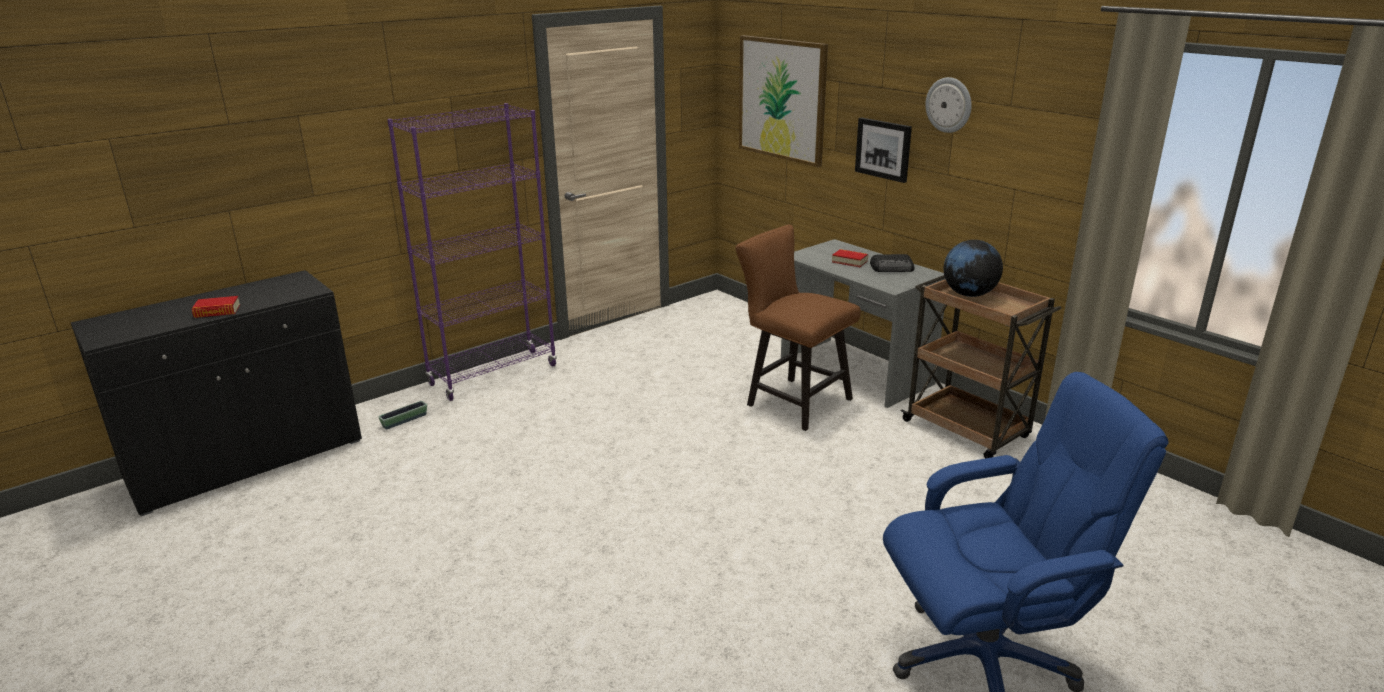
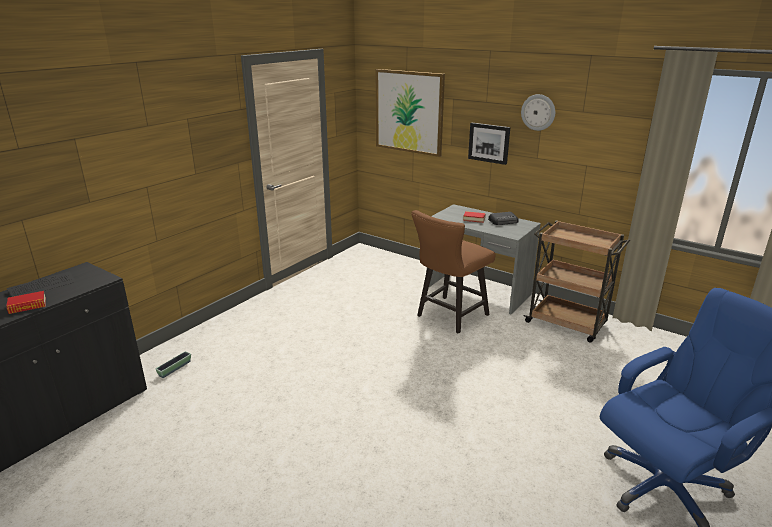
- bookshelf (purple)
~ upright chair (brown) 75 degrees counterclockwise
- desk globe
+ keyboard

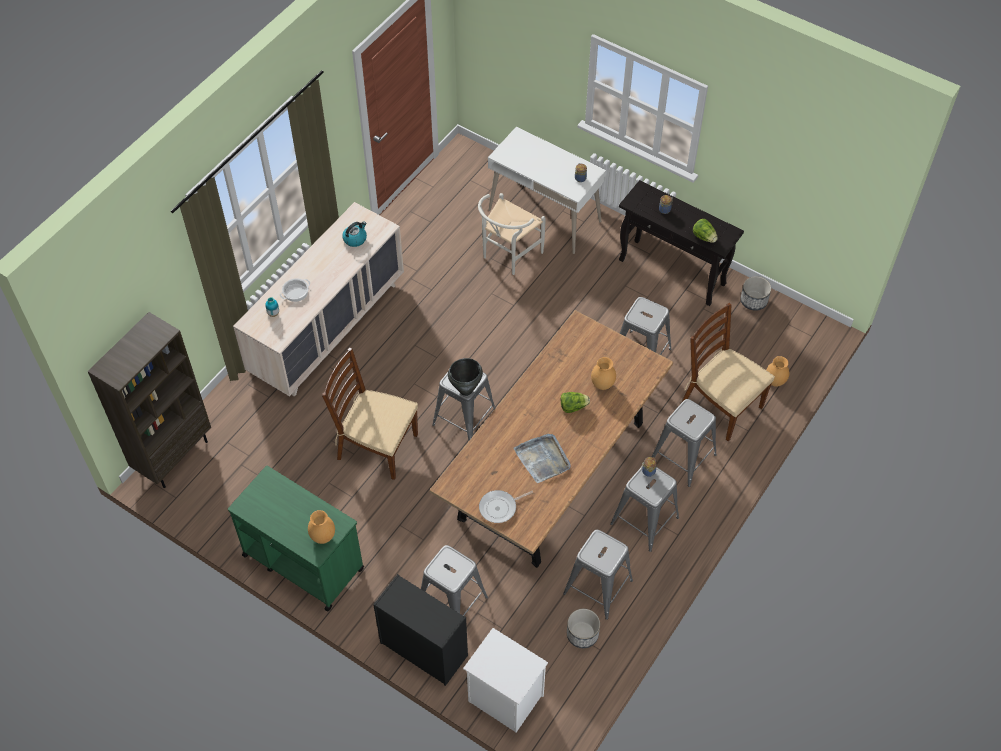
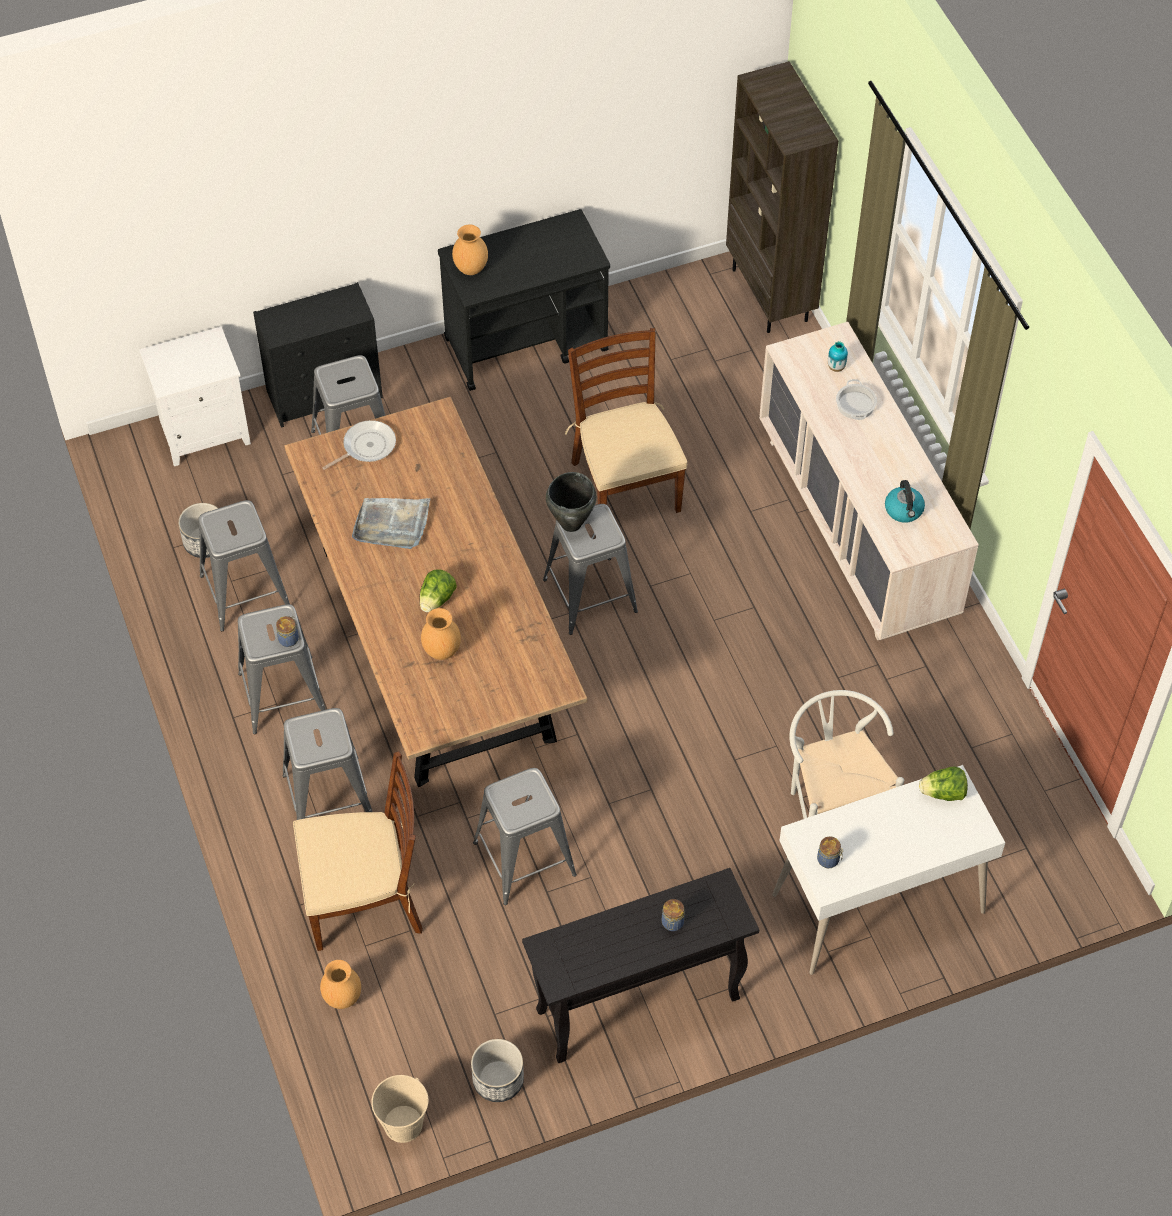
~ lettuce (2nd from left)
~ upright chair (brown) (1st from left in the first image) 75 degrees counterclockwise
~ cart (greenish) to cart (blackish)
~ pan 45 degrees clockwise
+ water bucket (beige)

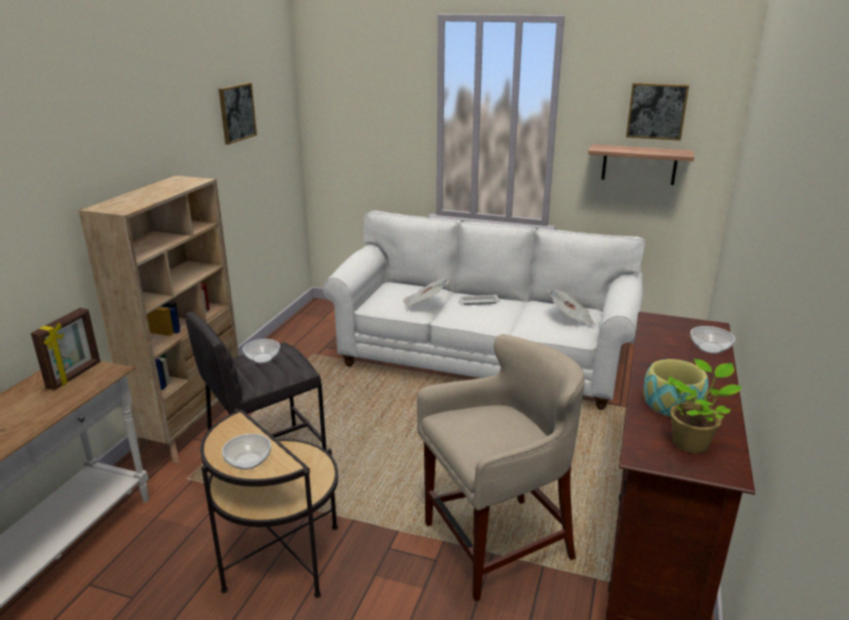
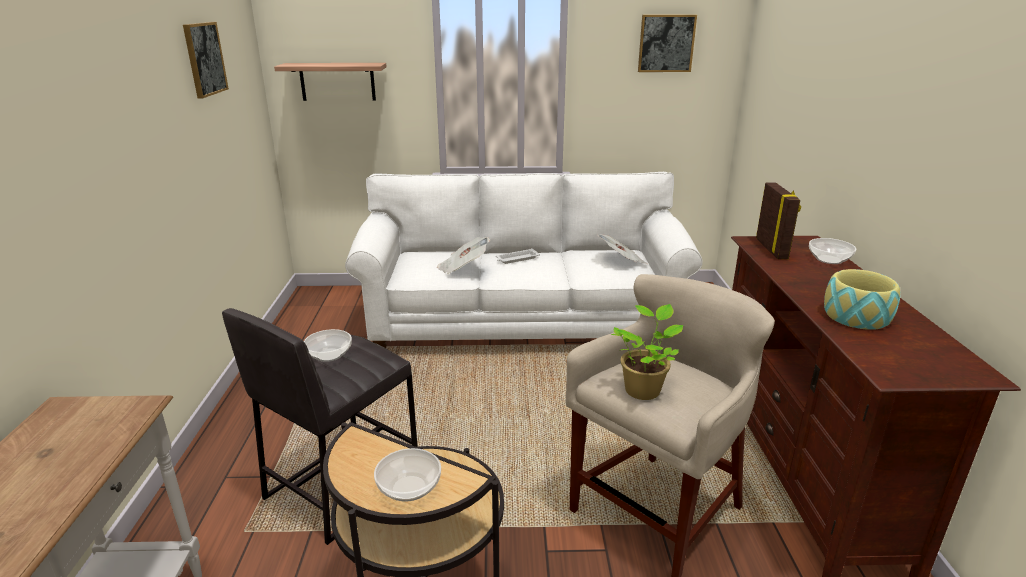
~ bracket shelf
- bookshelf (beige)
~ photo frame
~ plant in a pot

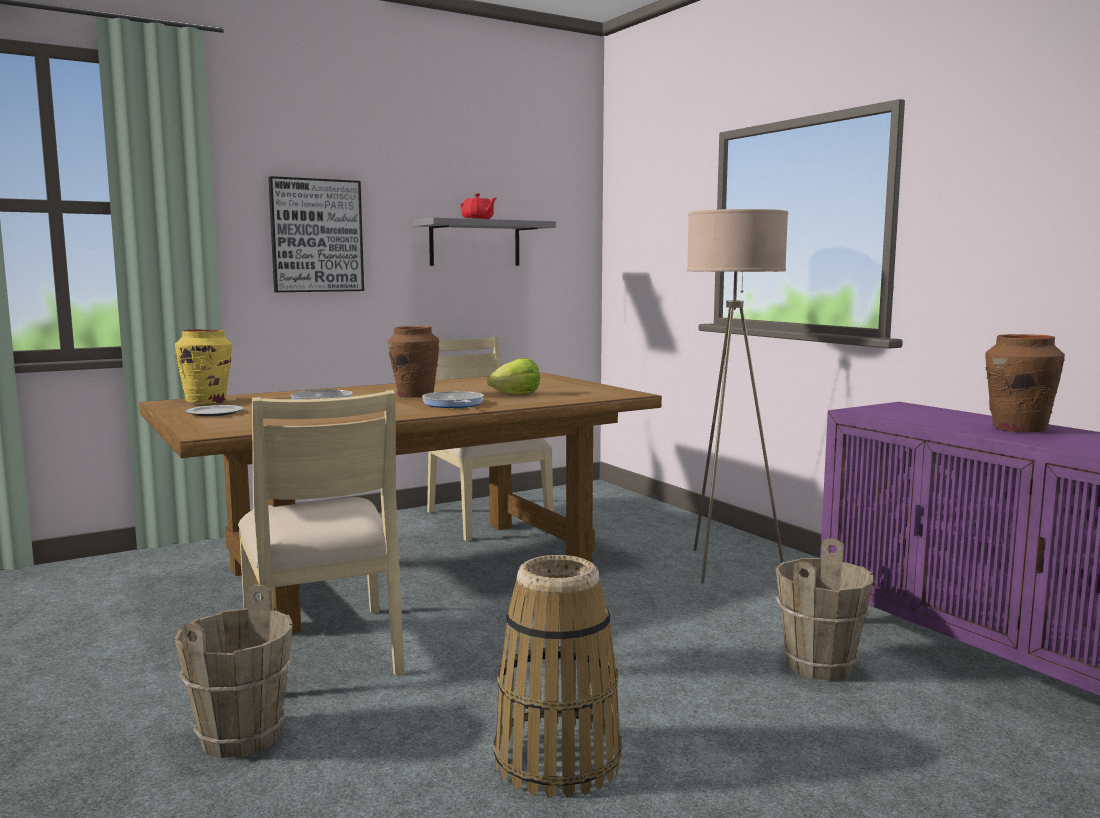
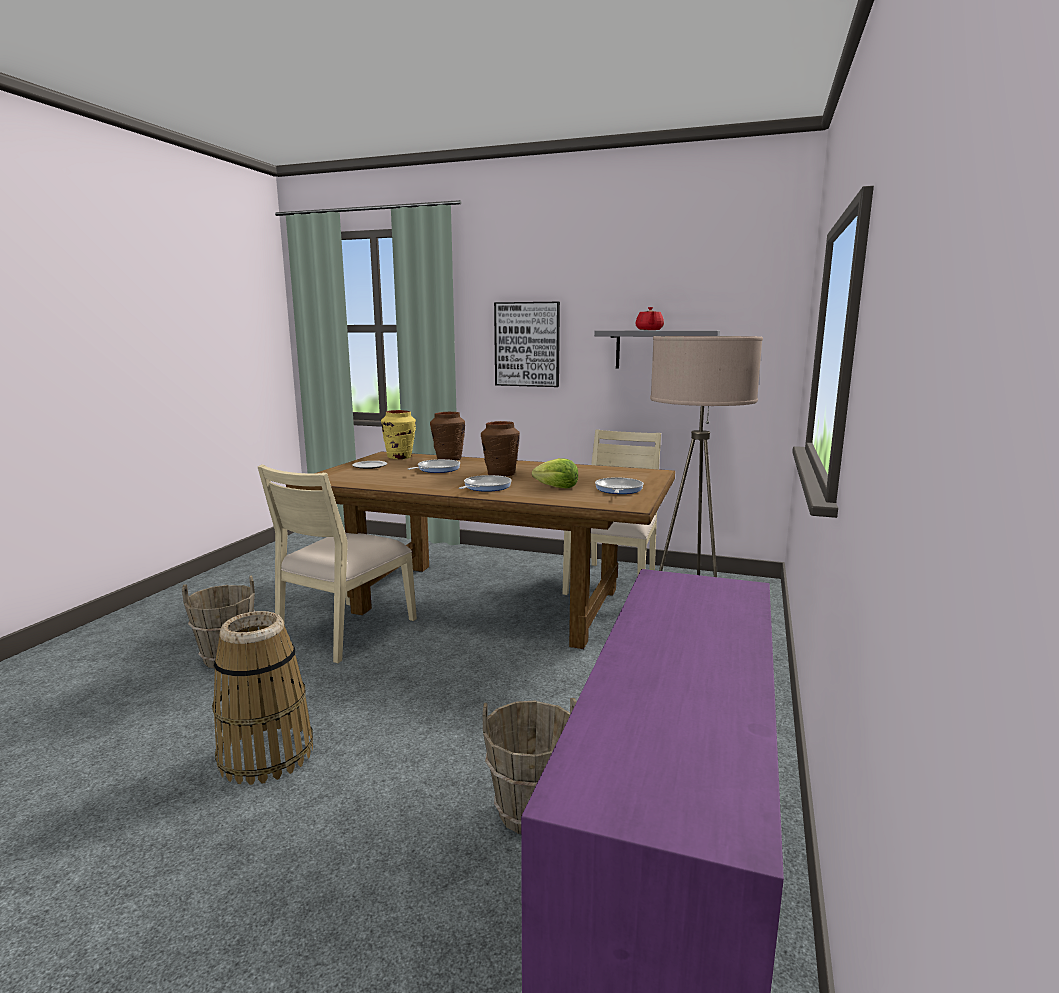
~ vase (brown) (2nd from left in the first image) to vase (brown) (1st from left)
+ pan (3rd from left)

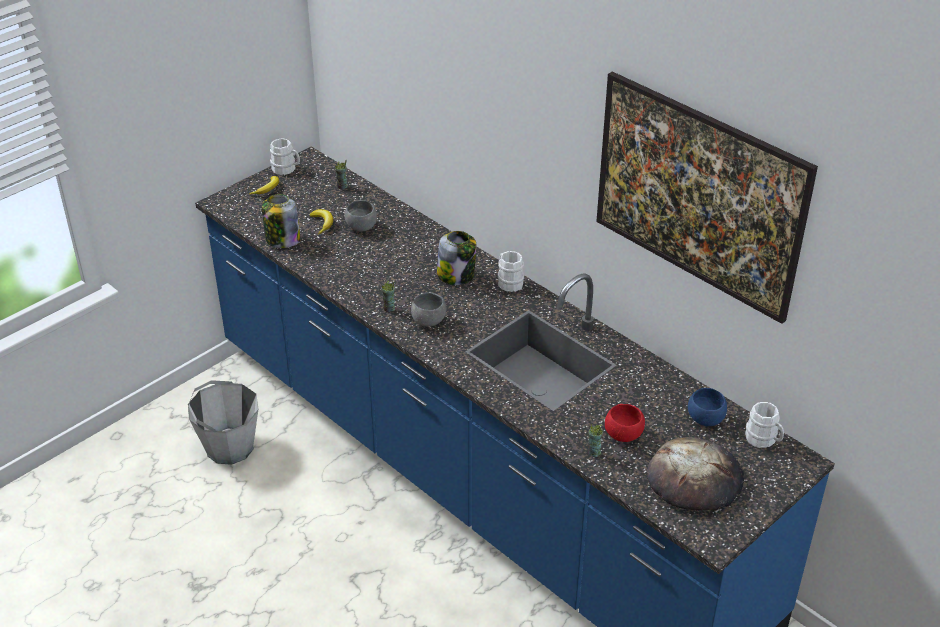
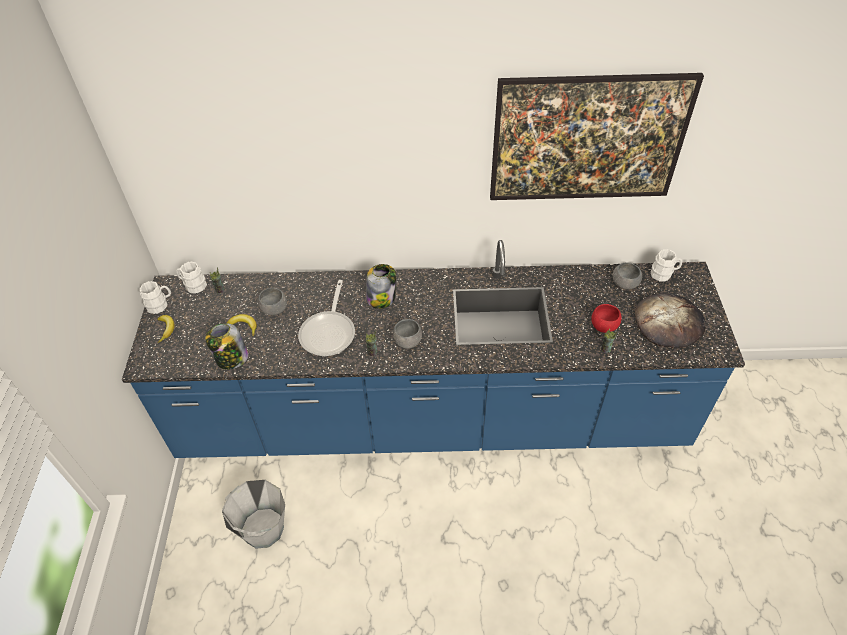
~ mug (white) (2nd from left)
~ serving bowl (blue) to serving bowl (gray) (3rd from left)
+ pan

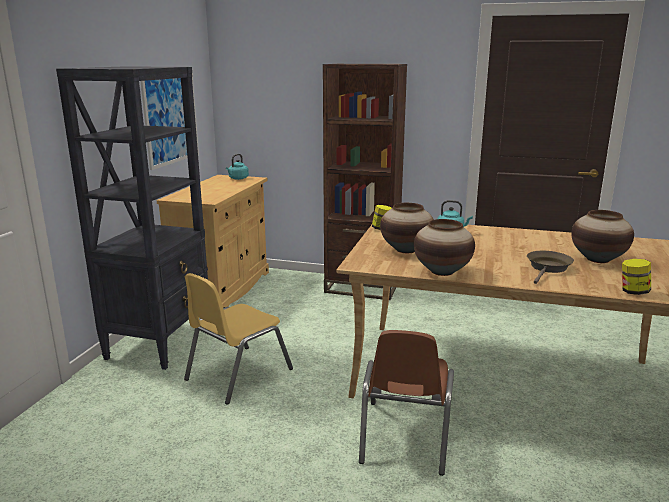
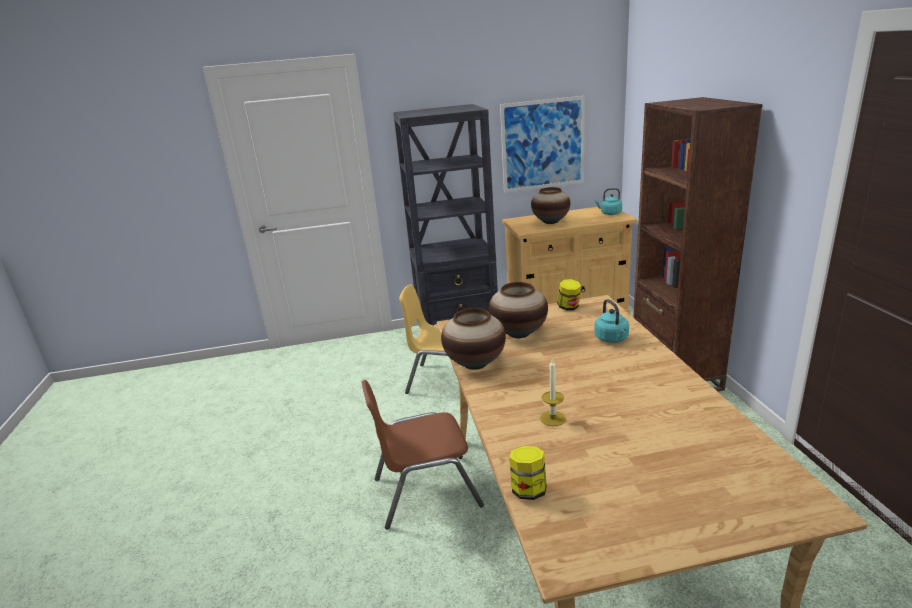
~ vase (3rd from left)
~ pan (brown) to wax light

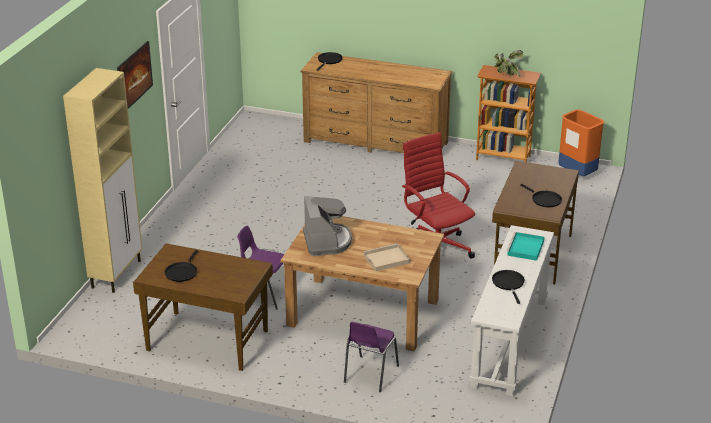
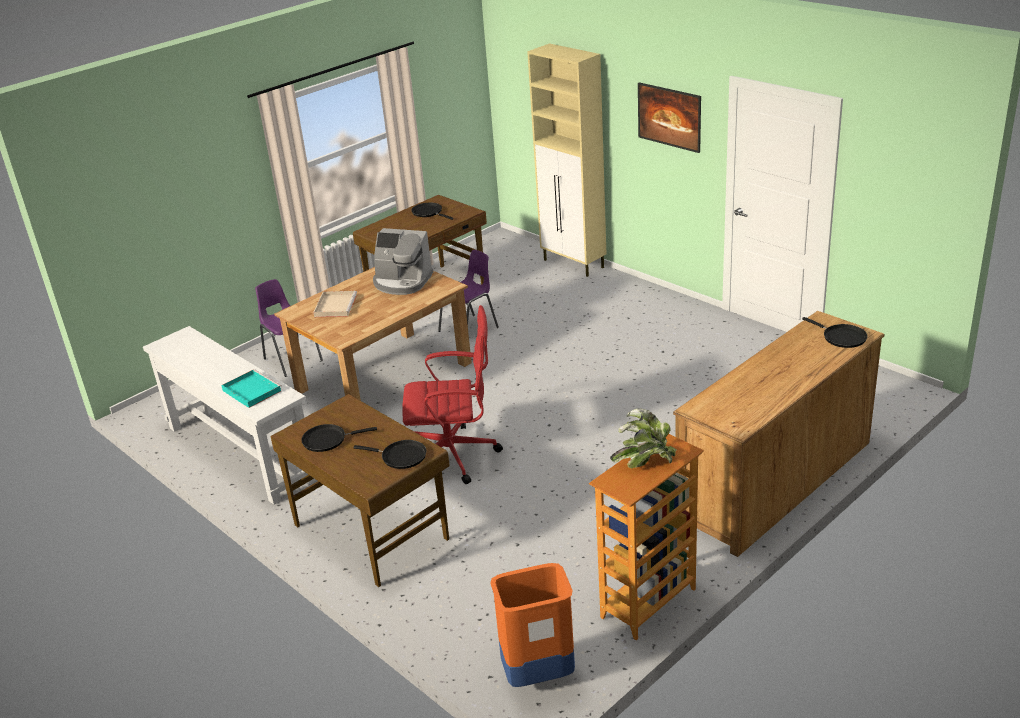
~ pan (blackish) (3rd from left in the first image) to pan (blackish) (2nd from left)

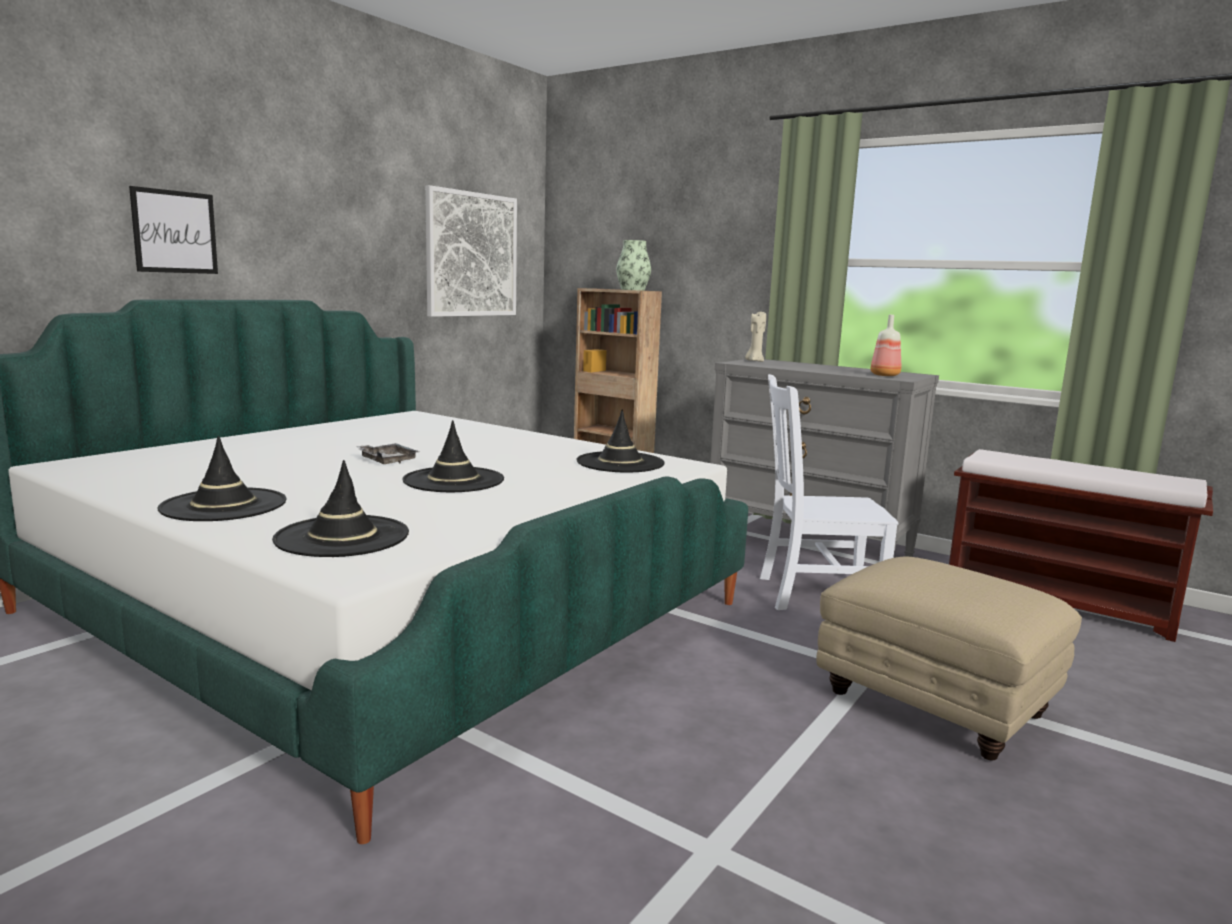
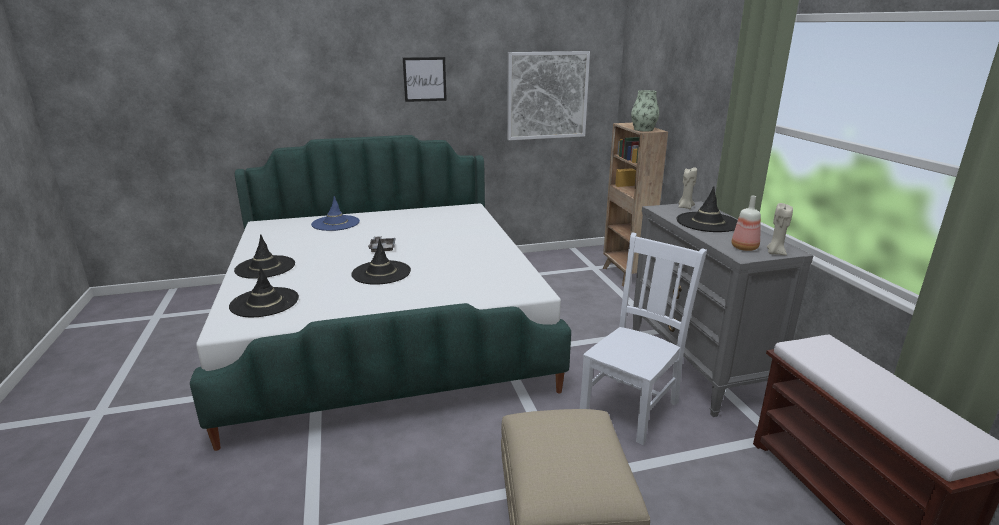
~ wall picture (1st from left)
~ upright chair (white) 90 degrees clockwise
~ hat (blackish) (4th from left)
+ hat (blue)
+ wax light (beige) (2nd from left)

